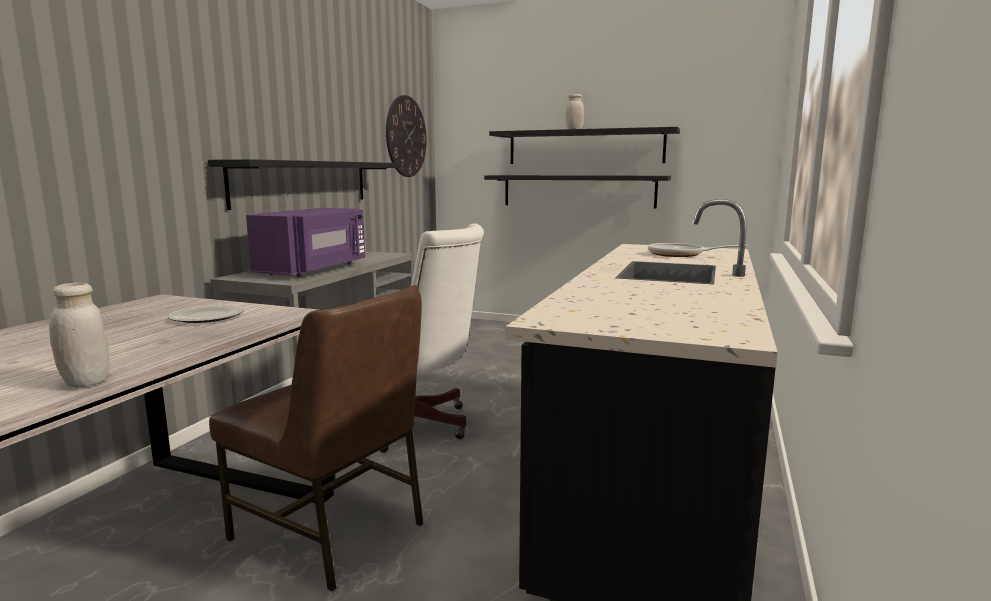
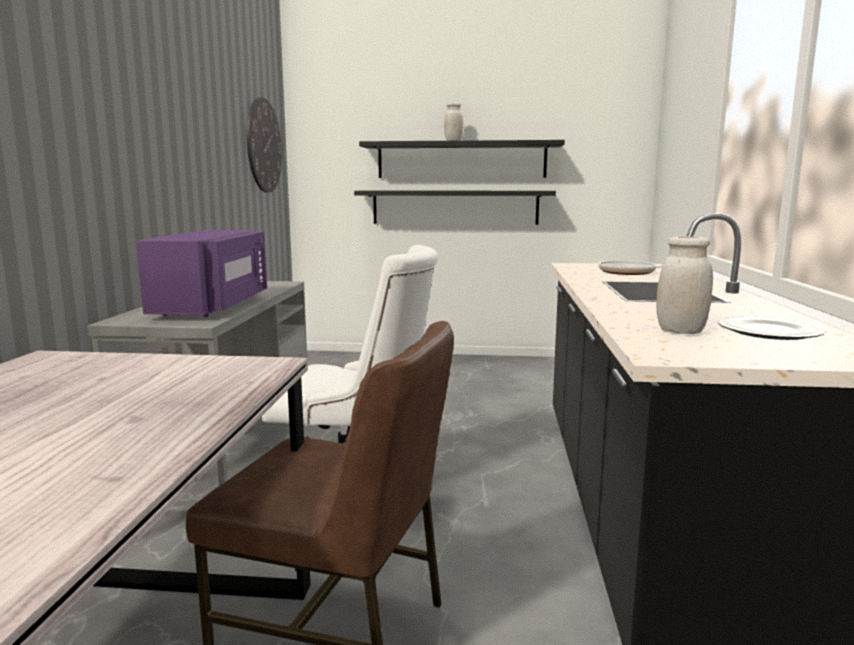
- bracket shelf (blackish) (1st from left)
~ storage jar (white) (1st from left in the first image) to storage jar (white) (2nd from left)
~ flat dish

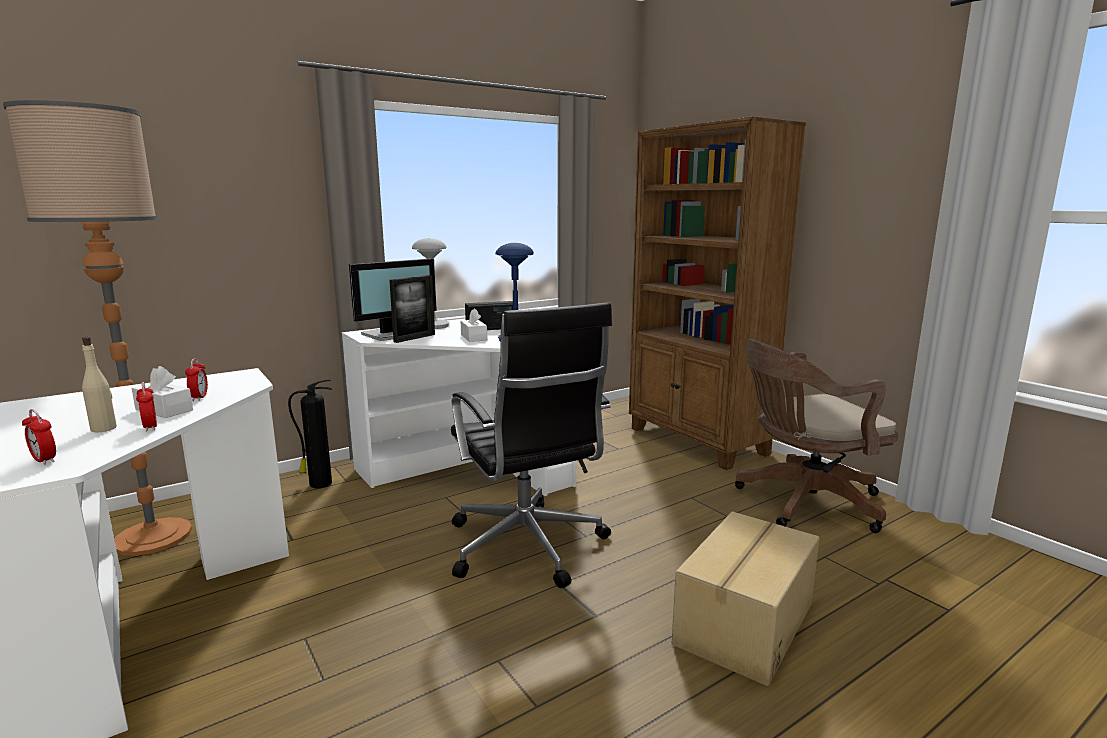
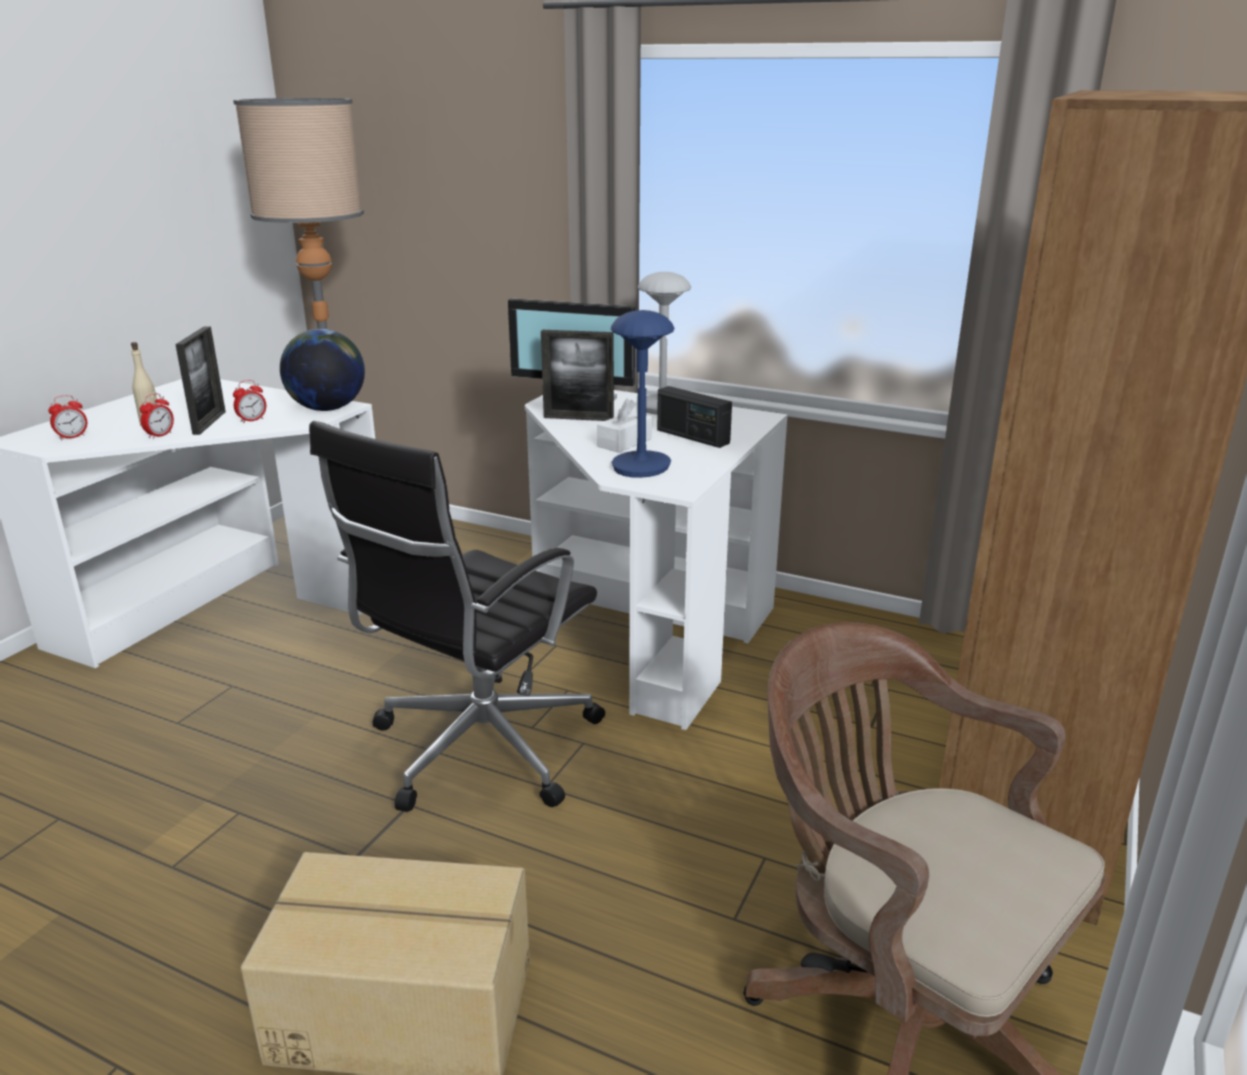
~ tissue holder (white) (1st from left) to photo frame (1st from left)
- fire extinguisher
~ alarm clock (1st from left) 135 degrees counterclockwise
+ desk globe

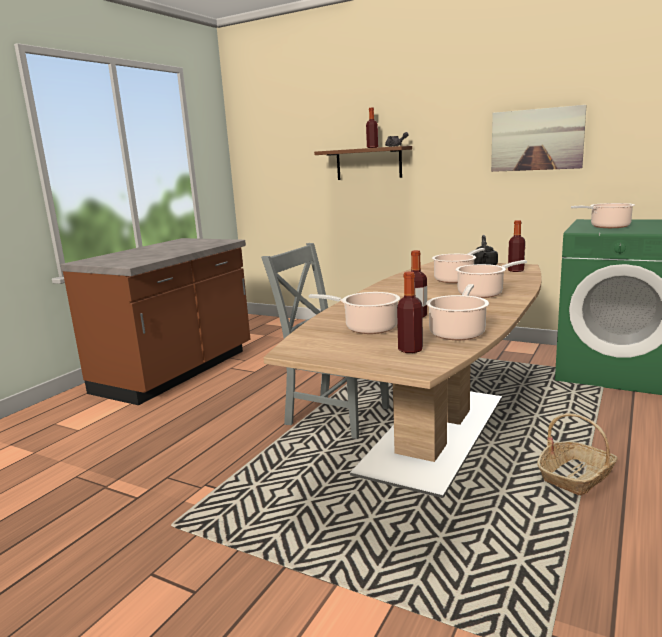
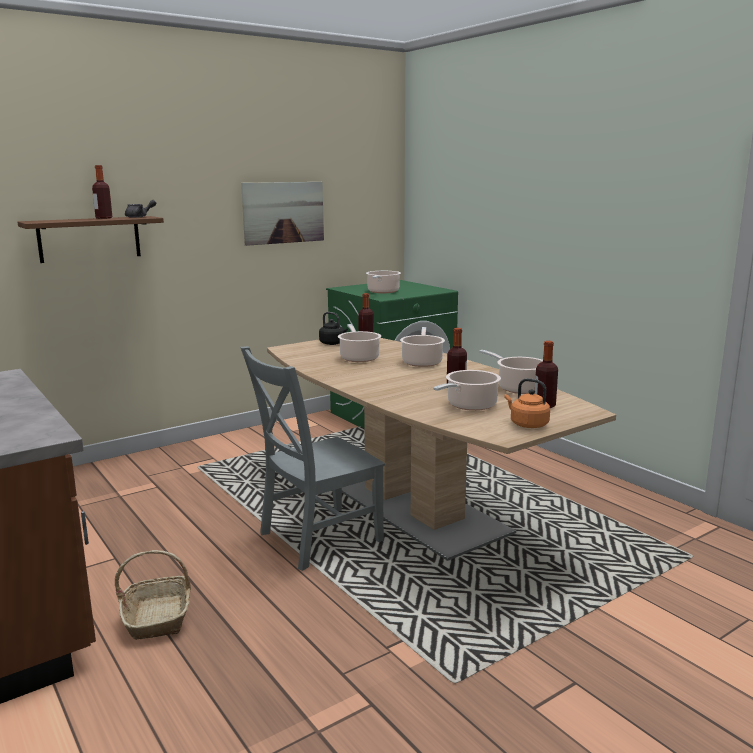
~ household basket
+ tea kettle (orangey)

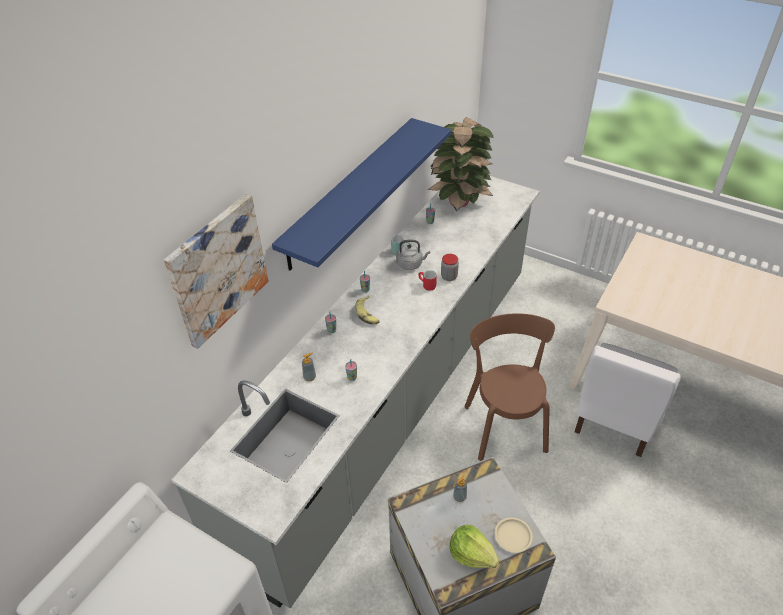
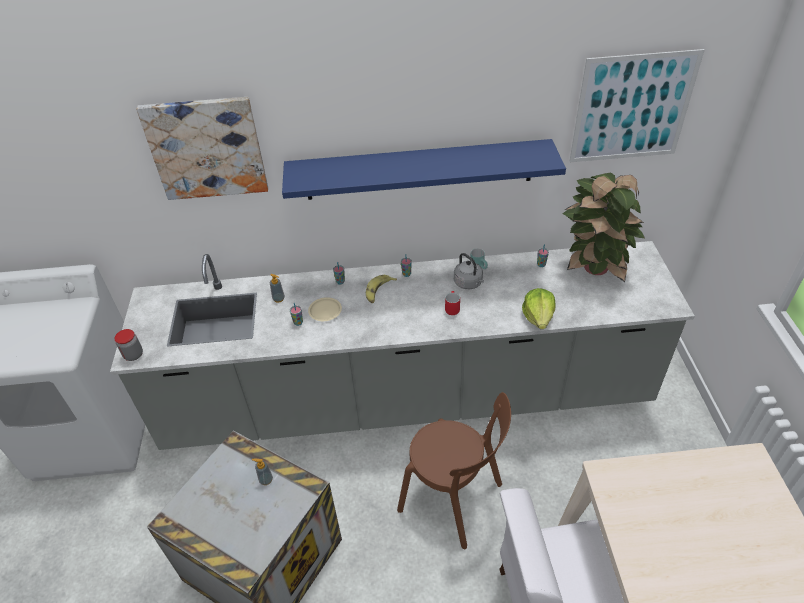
~ storage jar
~ upright chair (brown) 75 degrees clockwise
~ flat dish (beige)
~ lettuce
+ wall picture (2nd from left)

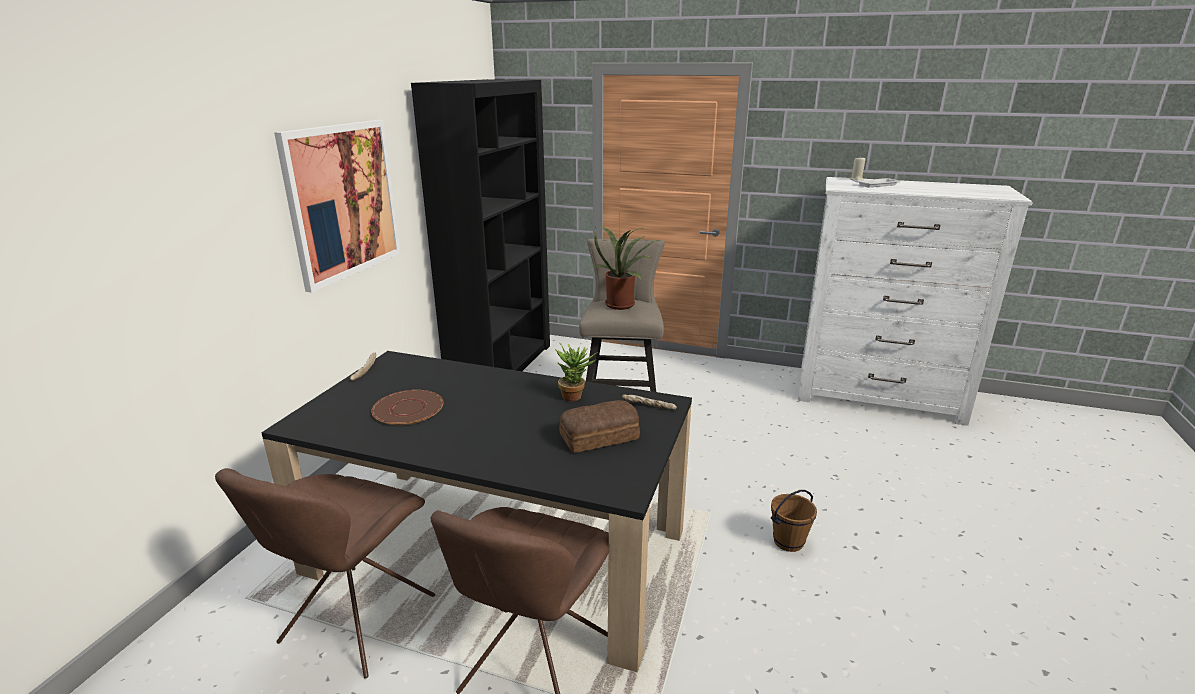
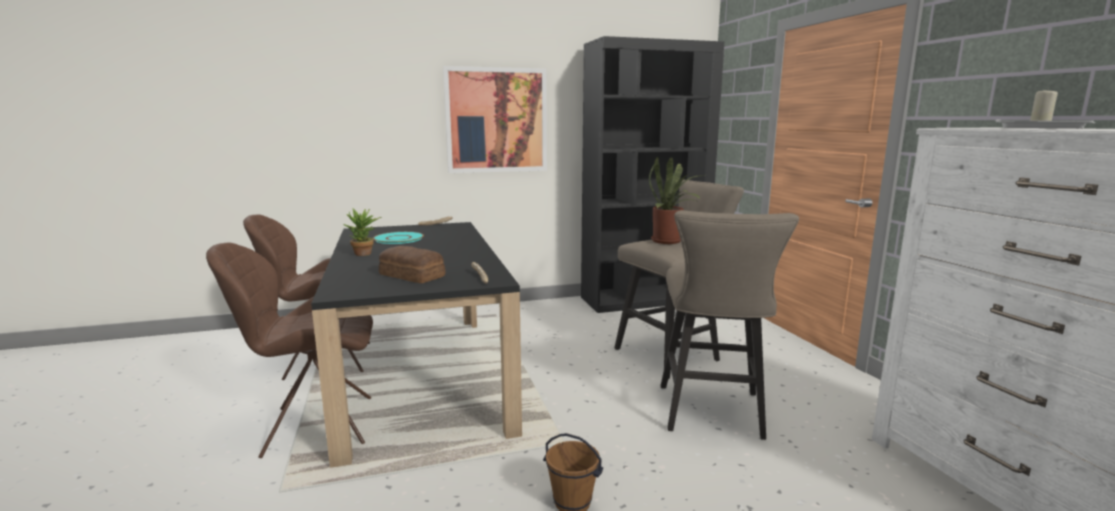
~ plant in a pot (1st from left)
~ flat dish (brown) to flat dish (blue-green)
+ stool (beige) (2nd from left)

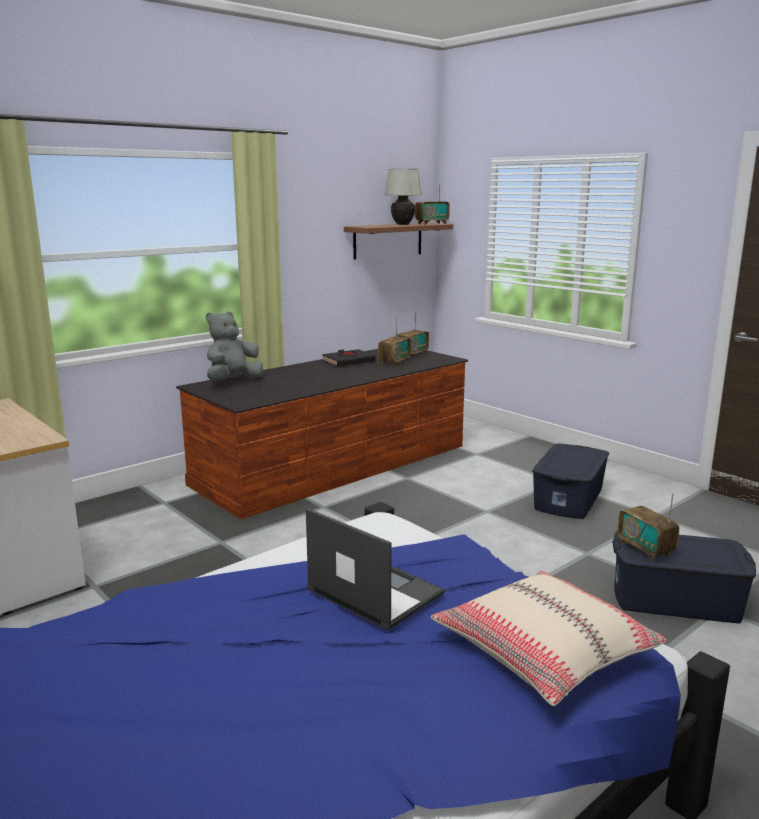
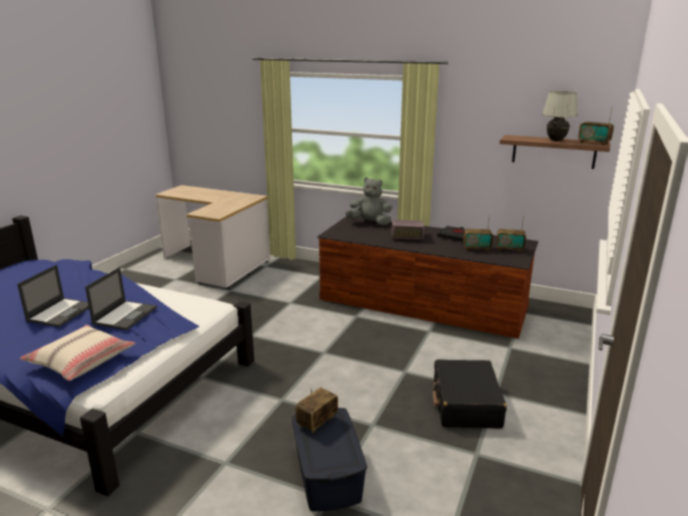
~ storage bin (blue) (1st from left) to travel case (blackish)
+ radio receiver (2nd from left)
+ portable computer (1st from left)

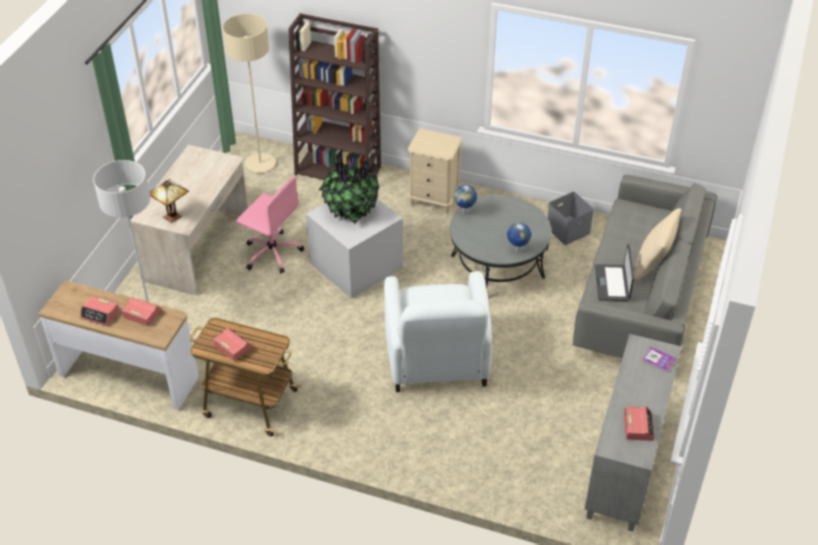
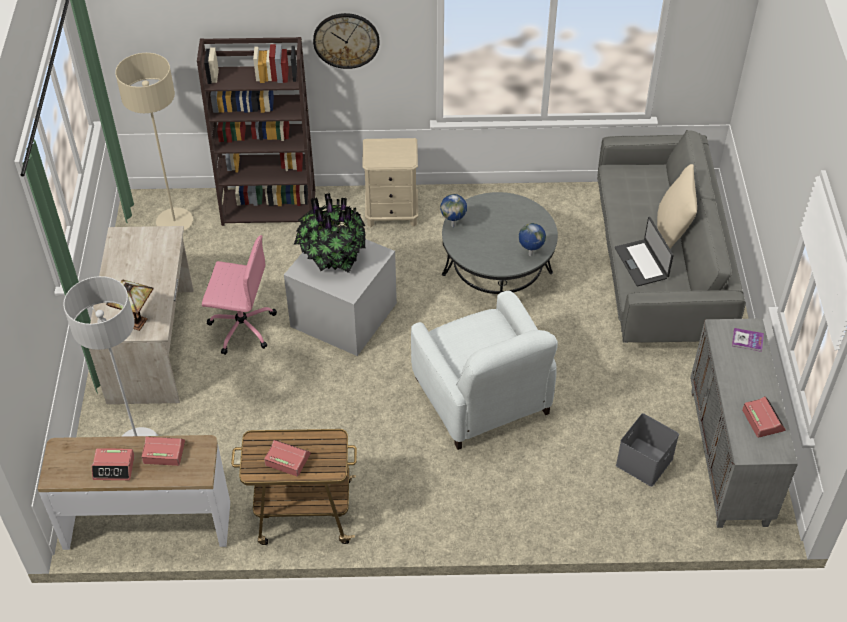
~ storage bin (gray) (2nd from left)
+ clock on the wall

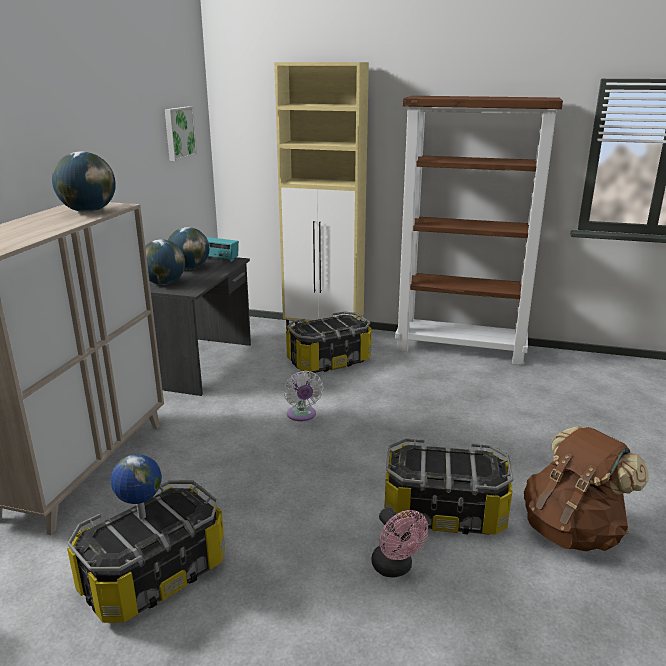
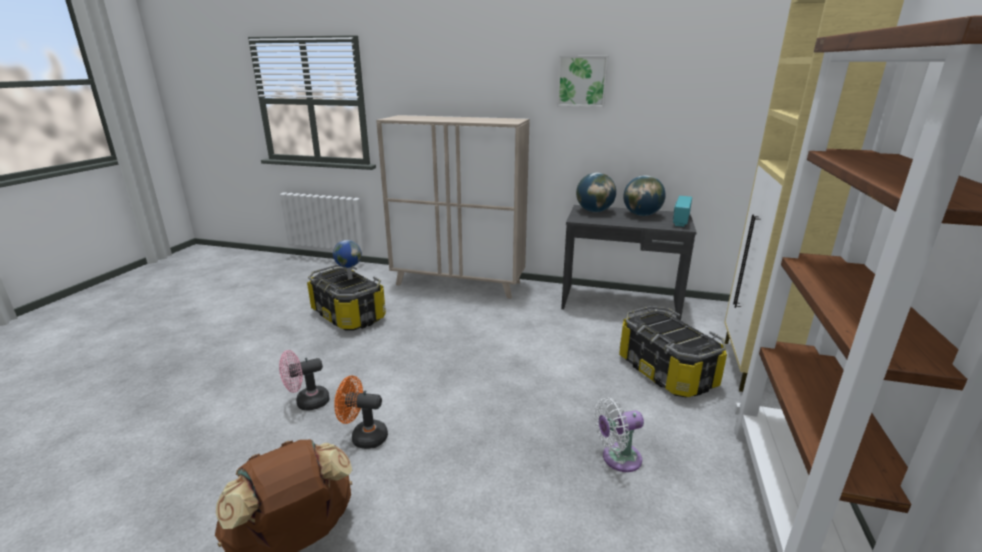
~ wall picture
- desk globe (1st from left)
~ cooling fan (white)
~ storage bin (3rd from left) to cooling fan (orangey)

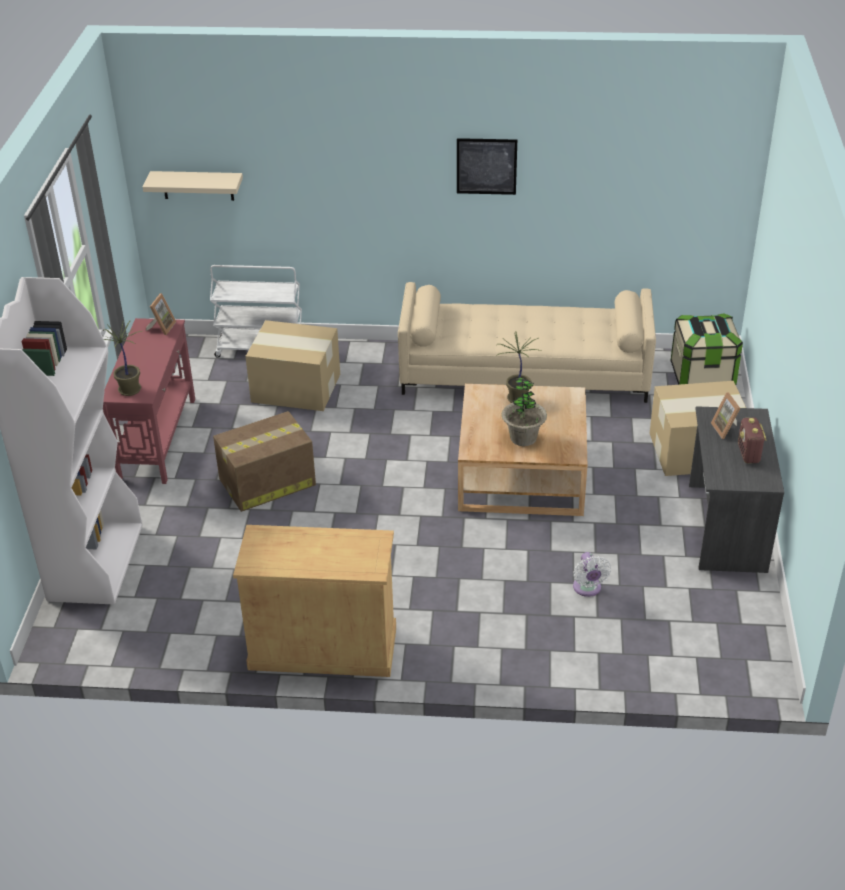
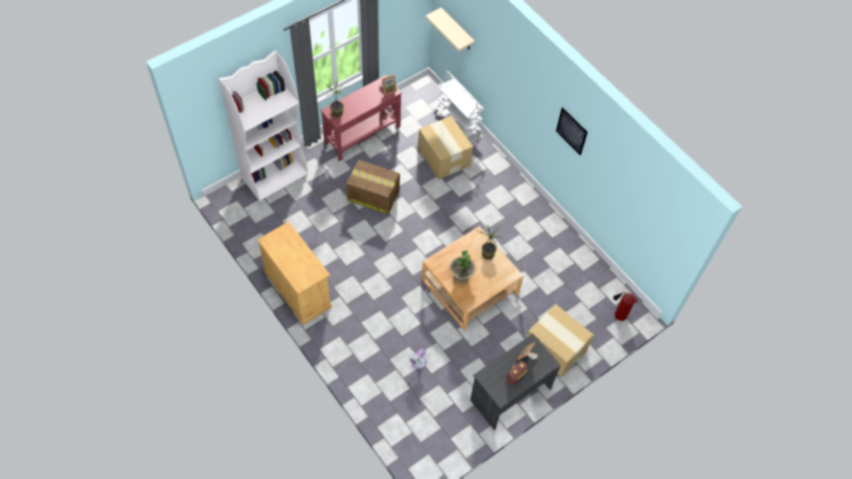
- couch (beige)
~ storage bin to fire extinguisher

